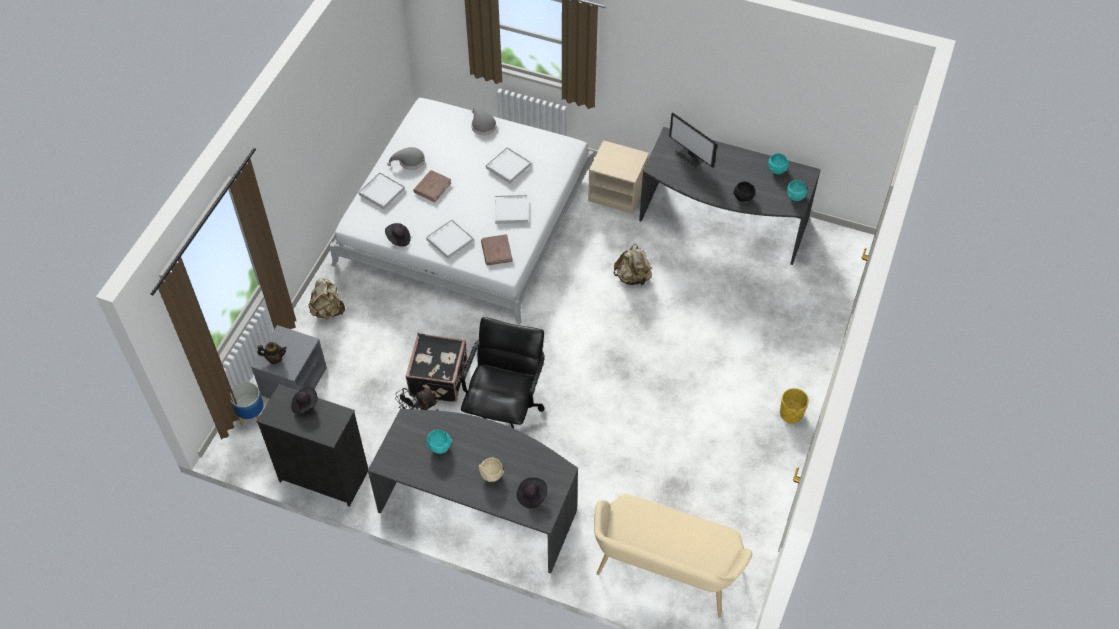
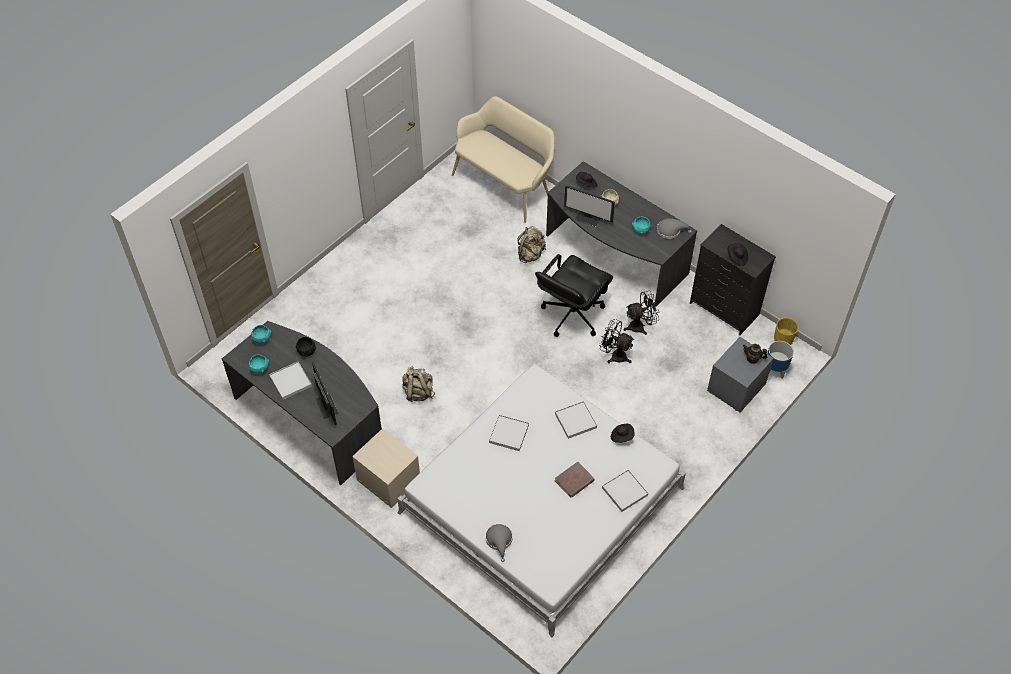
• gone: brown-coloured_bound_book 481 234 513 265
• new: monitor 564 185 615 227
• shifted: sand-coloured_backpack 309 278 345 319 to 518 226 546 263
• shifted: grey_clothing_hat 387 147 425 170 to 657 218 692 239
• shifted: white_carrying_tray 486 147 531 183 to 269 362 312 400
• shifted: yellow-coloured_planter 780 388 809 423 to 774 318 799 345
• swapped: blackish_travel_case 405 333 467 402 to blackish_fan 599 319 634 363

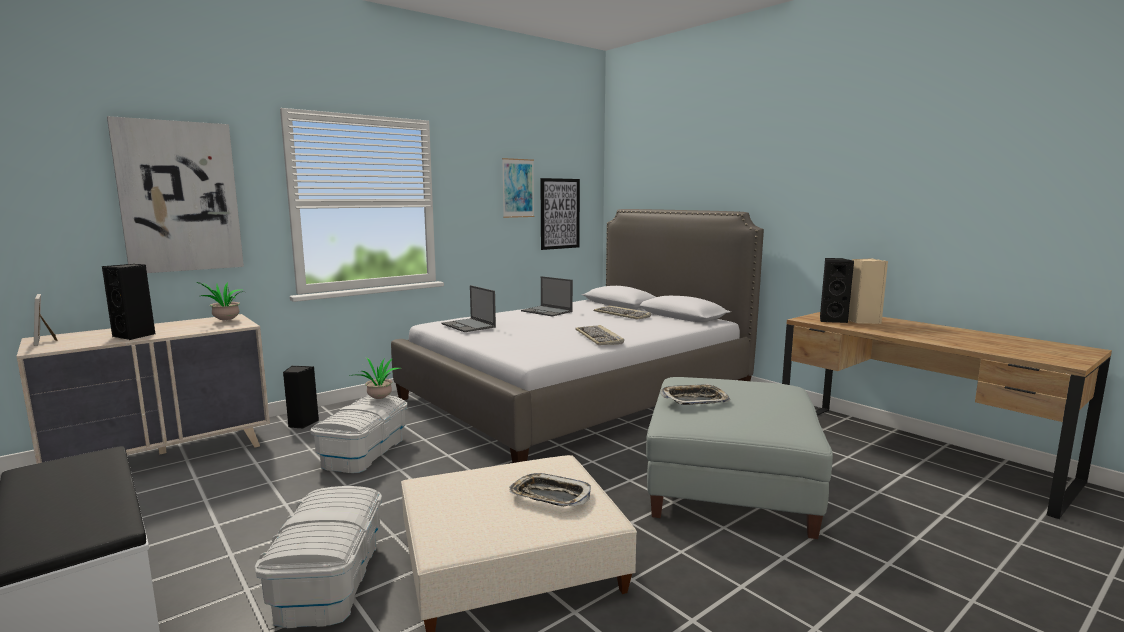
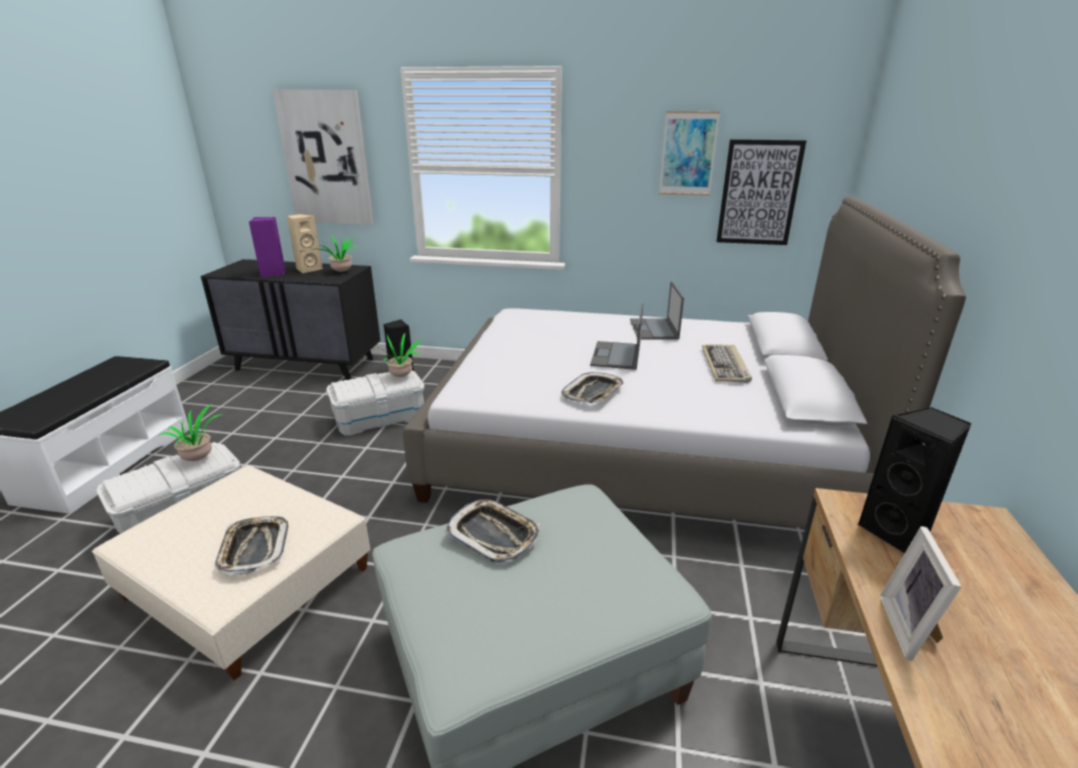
• new: plant_in_a_pot 160 403 220 461
• shifted: photo_frame 34 294 58 346 to 880 526 961 661
• shifted: laptop 442 285 496 332 to 590 304 643 370
• shifted: sand-coloured_loudspeaker 848 258 888 324 to 287 214 323 273
• swapped: computer_keyboard 575 325 624 345 to carrying_tray 561 372 624 403
• repainted: sand-coloured_drawer_chest 16 314 270 464 to blackish_drawer_chest 201 259 381 380
• repainted: blackish_loudspeaker 102 264 155 340 to purplish_loudspeaker 249 217 286 277

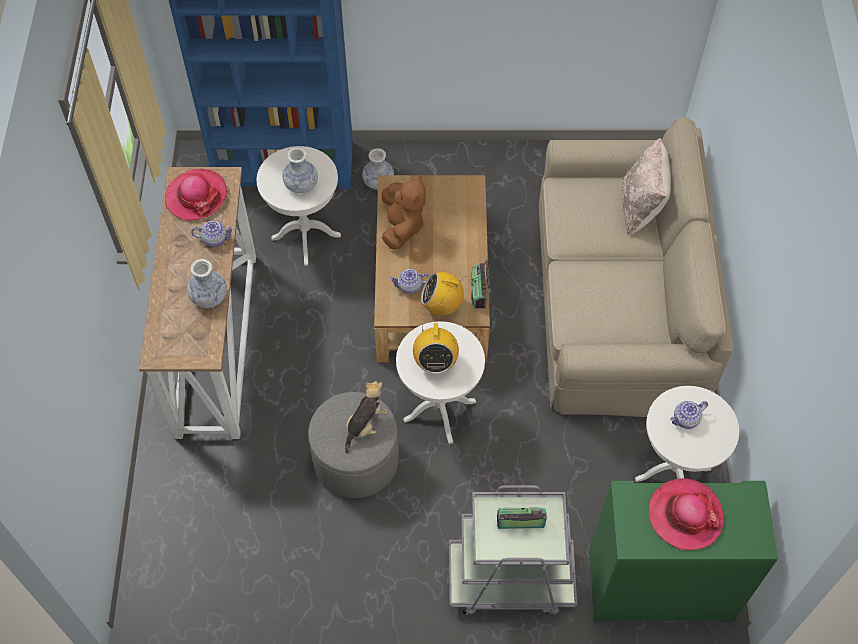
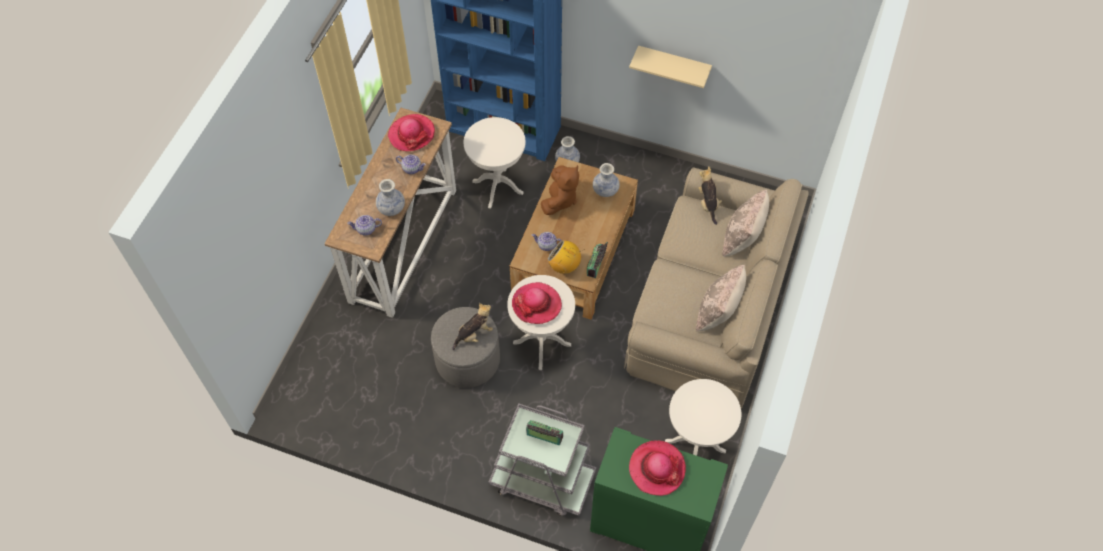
• new: sand-coloured_shelf 629 45 712 88
• new: sand-coloured_pillow 696 265 746 331
• new: soft_toy 699 166 722 225
• shifted: decorative_vase 282 148 318 193 to 593 163 620 197
• shifted: tea_pot 670 401 708 429 to 347 215 382 235
• swapped: radio_receiver 413 320 459 374 to clothing_hat 512 282 562 324

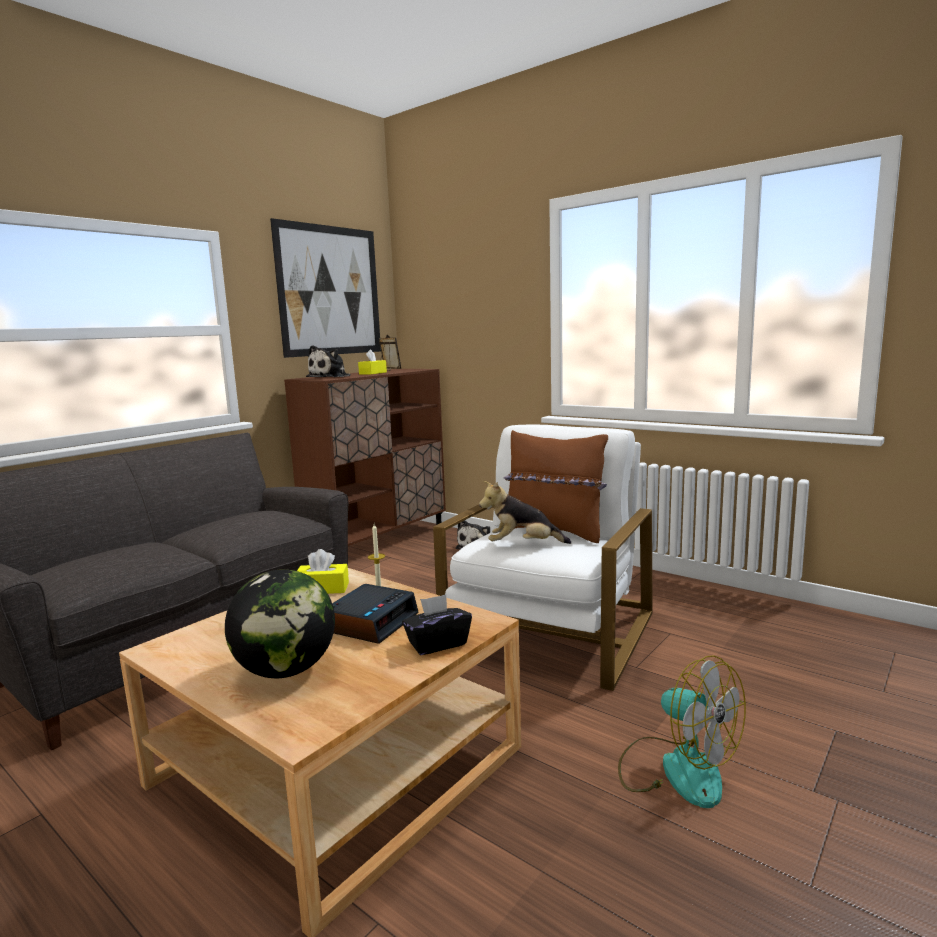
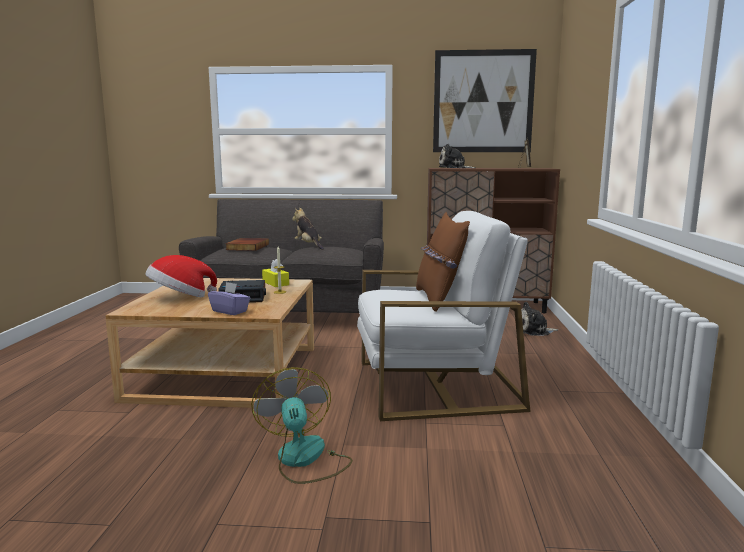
• gone: yellow-coloured_tissue_box 358 349 387 375
• new: bound_book 225 238 269 251
• shifted: soft_toy 479 481 571 544 to 292 208 324 250
• swapped: globe 225 569 335 678 to clothing_hat 145 255 217 297
• repainted: blackish_tissue_box 402 594 472 655 to purplish_tissue_box 208 282 250 315
• rotated: fan 618 655 746 808 = 251 367 353 484 150 degrees clockwise

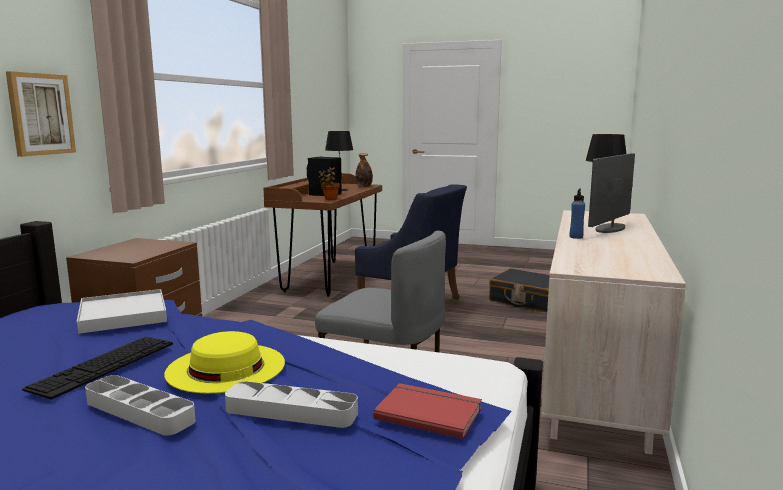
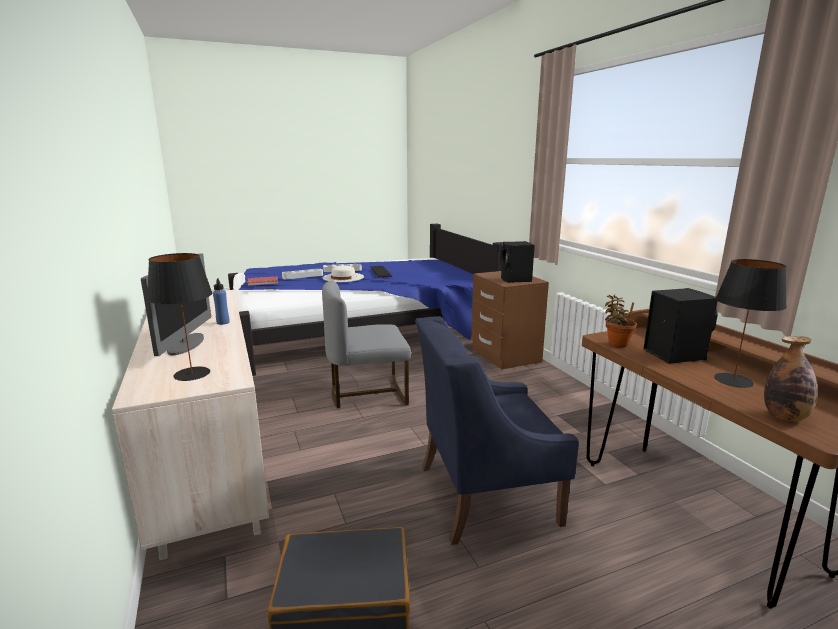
• gone: picture 6 71 76 157
• gone: white_carrying_tray 77 289 167 334
• new: blackish_loudspeaker 500 241 535 283
• repainted: yellow-coloured_clothing_hat 165 331 285 394 to white_clothing_hat 323 265 364 282

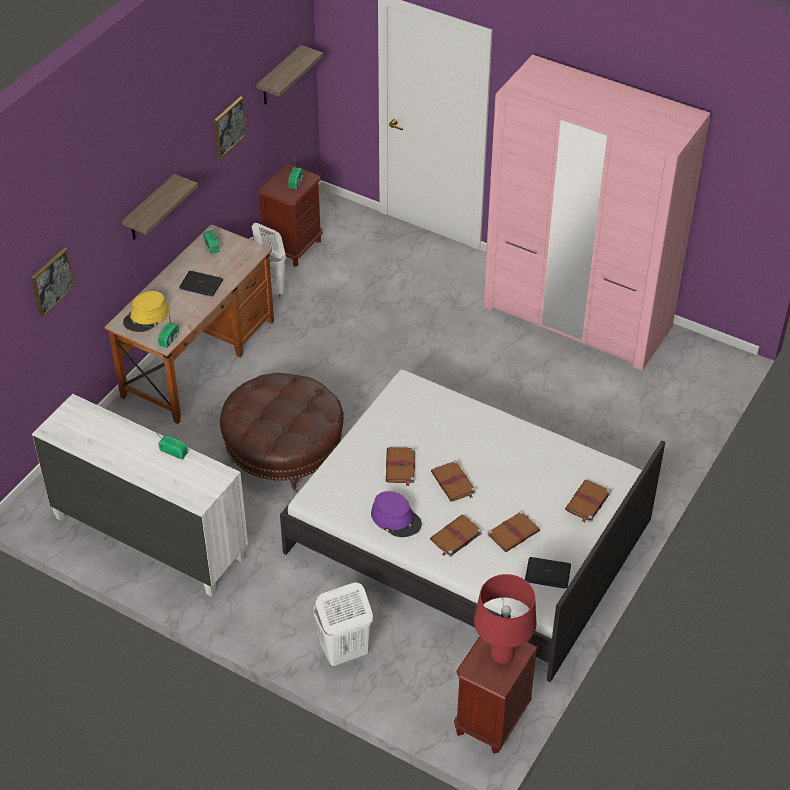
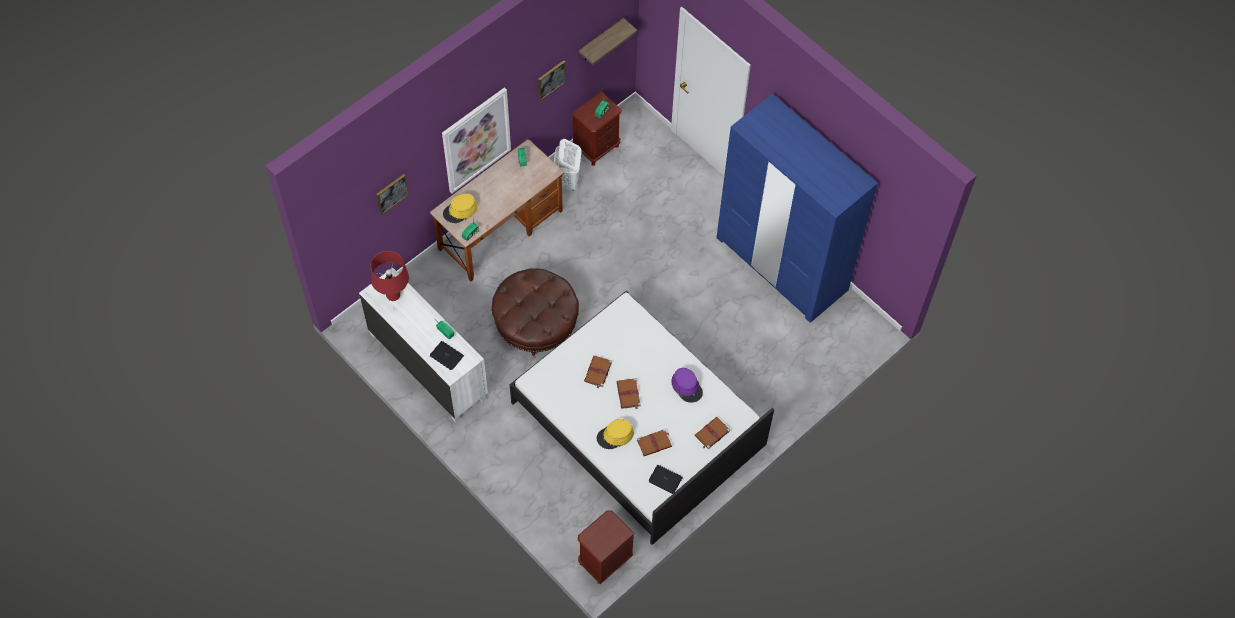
• gone: white_laundry_basket 313 582 373 666
• shifted: laptop 179 271 223 297 to 430 341 464 370
• shifted: purplish_clothing_hat 371 491 422 537 to 672 368 703 403
• shifted: red-coloured_table_lamp 474 574 536 664 to 370 251 409 301
• swapped: shelf 122 174 198 240 to picture 442 87 511 193
• swapped: brown-coloured_bound_book 430 514 482 557 to yellow-coloured_clothing_hat 597 419 634 449
• repainted: pink-coloured_clothes_cupboard 483 55 711 371 to bluish_clothes_cupboard 717 94 878 323

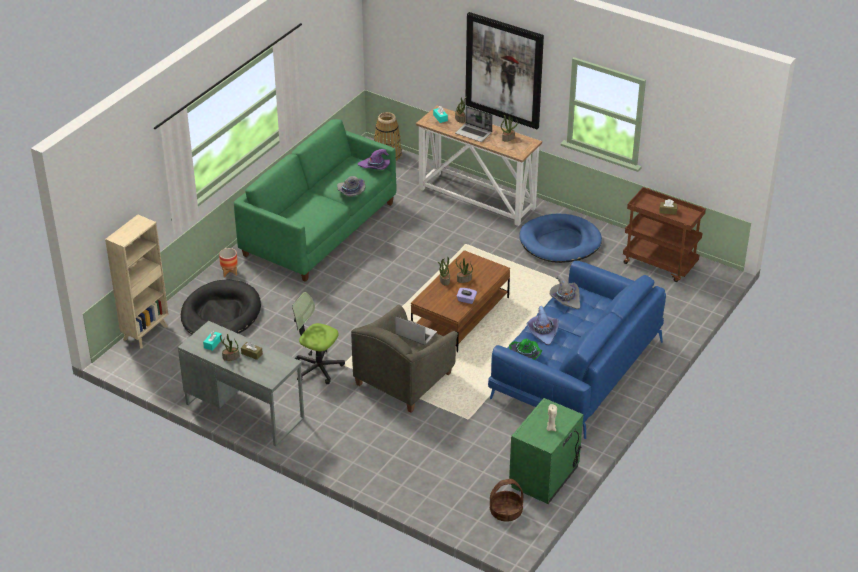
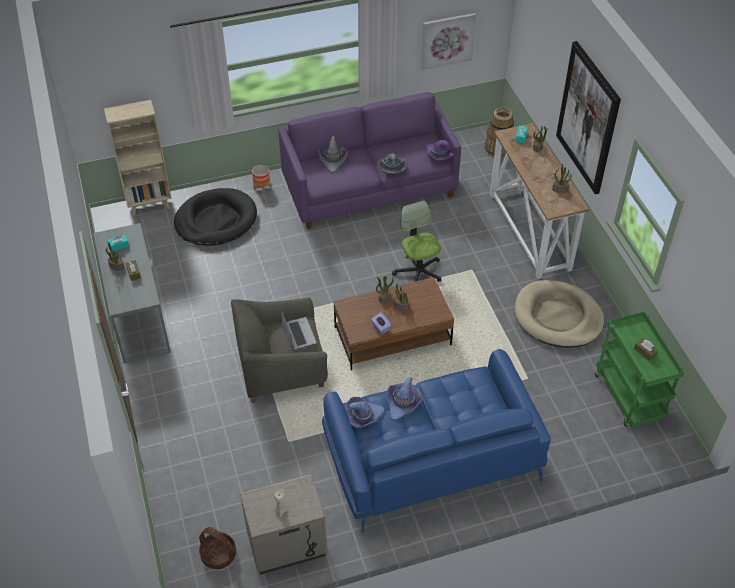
• gone: laptop 455 106 493 142
• new: picture 421 13 476 70
• shifted: office_chair 292 292 345 384 to 392 200 441 282
• shifted: grey_clothing_hat 549 275 580 309 to 318 136 348 173
• repainted: greenish_sofa 234 119 396 282 to purplish_sofa 279 92 461 229
• repainted: greenish_clothing_hat 509 339 542 360 to purplish_clothing_hat 345 397 384 428
• repainted: greenish_bedside_table 509 398 583 504 to sand-coloured_bedside_table 240 474 328 575
• repainted: bluish_pet_bed 519 214 602 263 to sand-coloured_pet_bed 514 280 605 348
• repainted: brown-coloured_wheeled_cart 623 187 706 282 to greenish_wheeled_cart 595 311 684 427

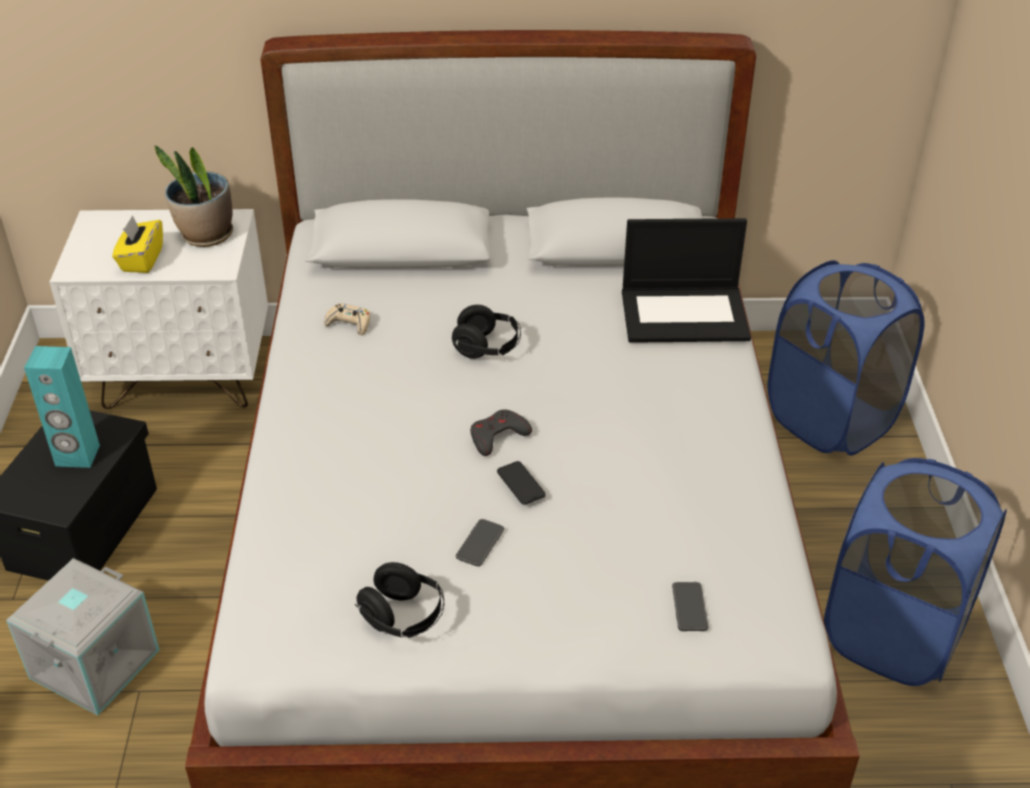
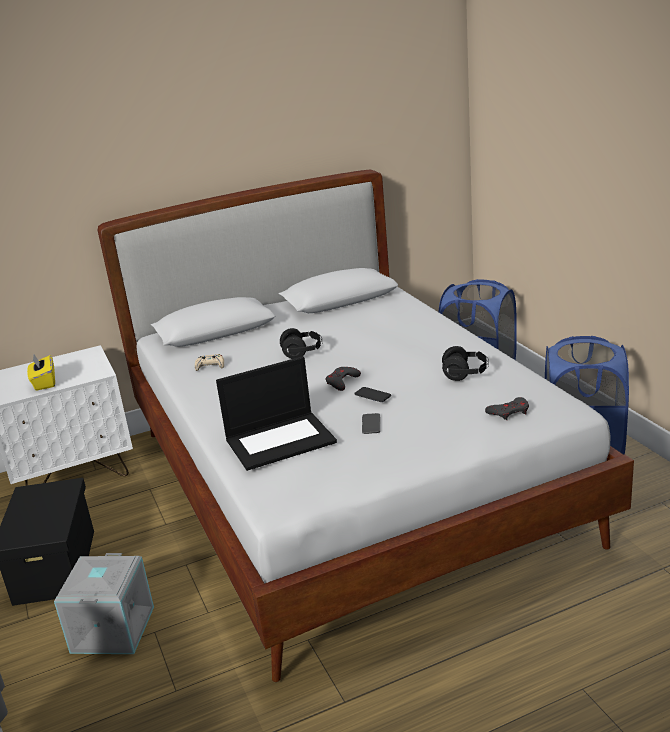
• gone: blue-green_loudspeaker 24 346 100 468
• gone: plant_in_a_pot 154 145 233 247
• shifted: blackish_headphones 355 562 444 638 to 442 346 489 381
• shifted: laptop 622 218 751 343 to 216 356 337 471
• swapped: handset 672 582 708 631 to grey_joypad 485 397 529 420

